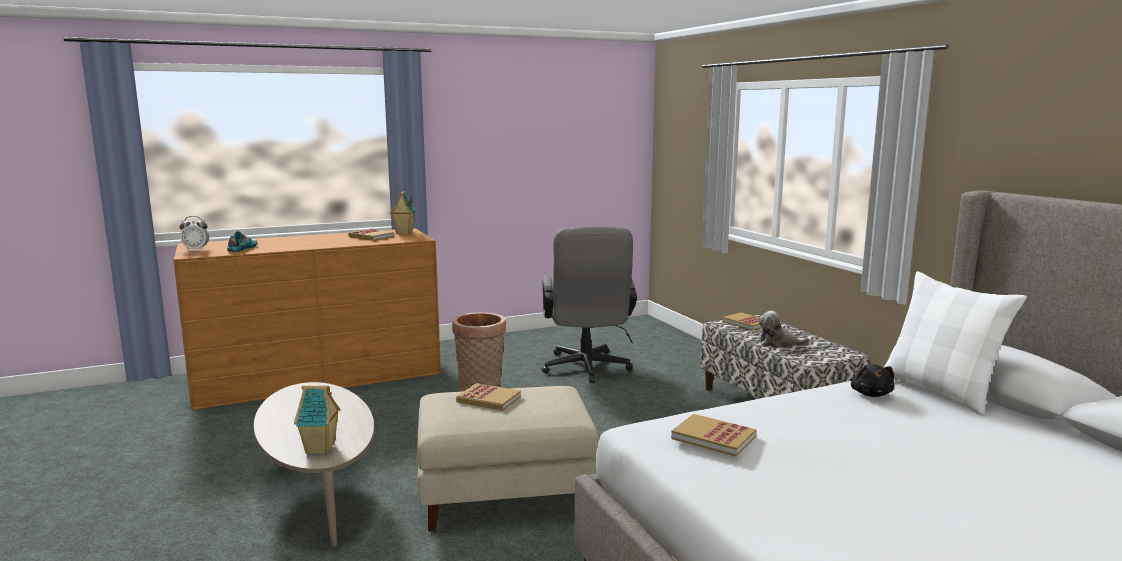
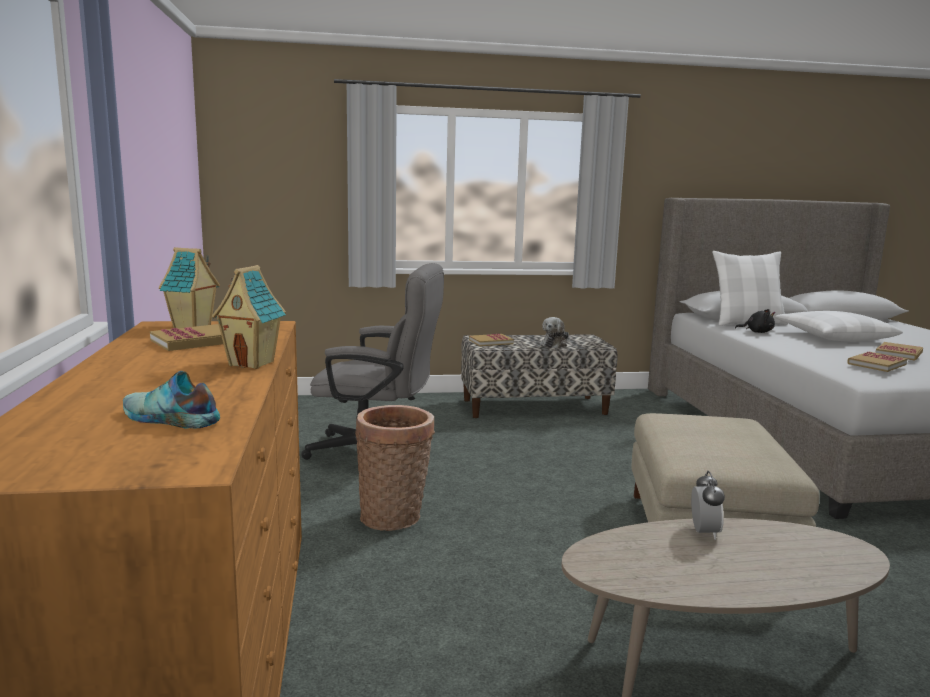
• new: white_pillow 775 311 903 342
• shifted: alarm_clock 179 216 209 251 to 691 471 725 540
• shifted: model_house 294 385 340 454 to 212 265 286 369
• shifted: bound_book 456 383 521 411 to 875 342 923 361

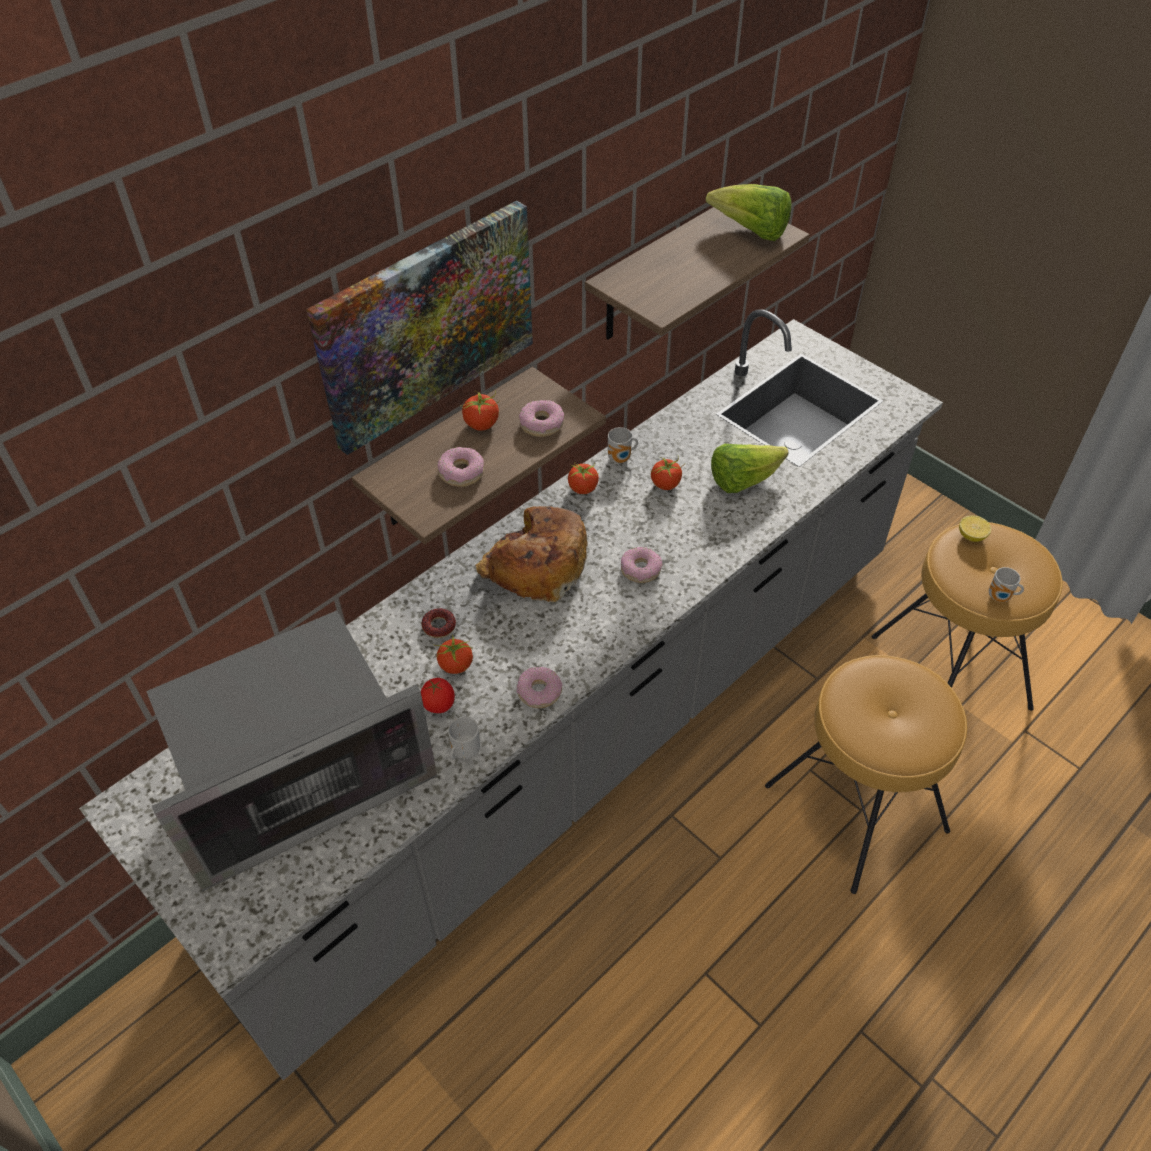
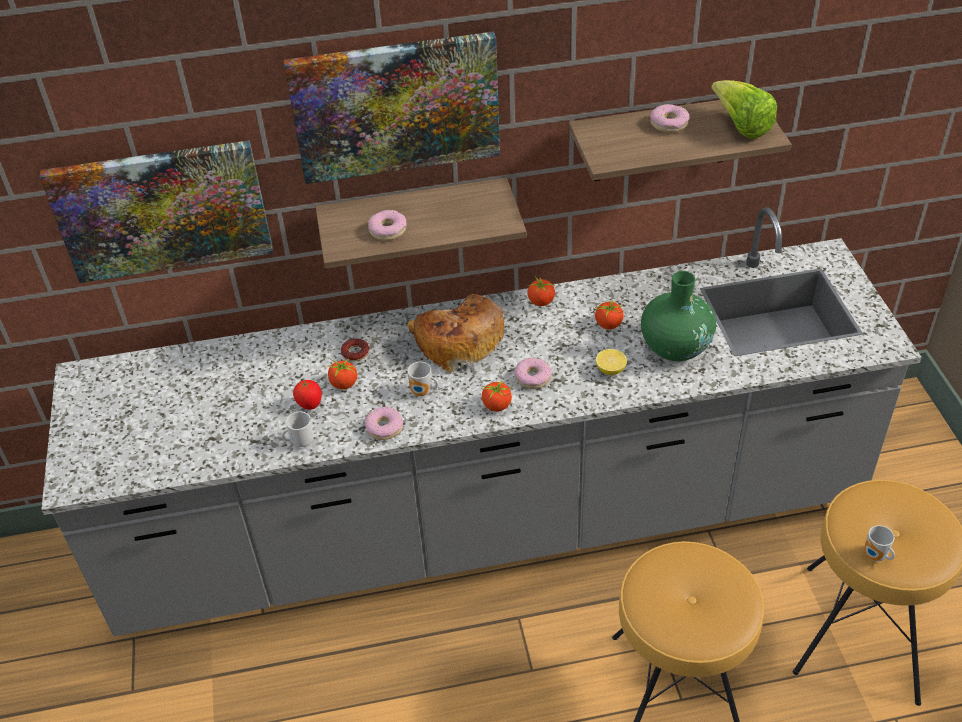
• gone: microwave 146 610 437 892
• new: picture 40 140 273 283
• shifted: whole_tomato 460 391 500 431 to 481 378 513 412
• shifted: ring_doughnut 519 400 564 437 to 650 104 690 133
• shifted: coffee_mug 608 427 638 463 to 407 362 438 396
• shifted: whole_lemon 959 516 991 542 to 596 349 627 375
• swapped: lettuce 711 444 789 493 to greenish_decorative_vase 641 271 716 361

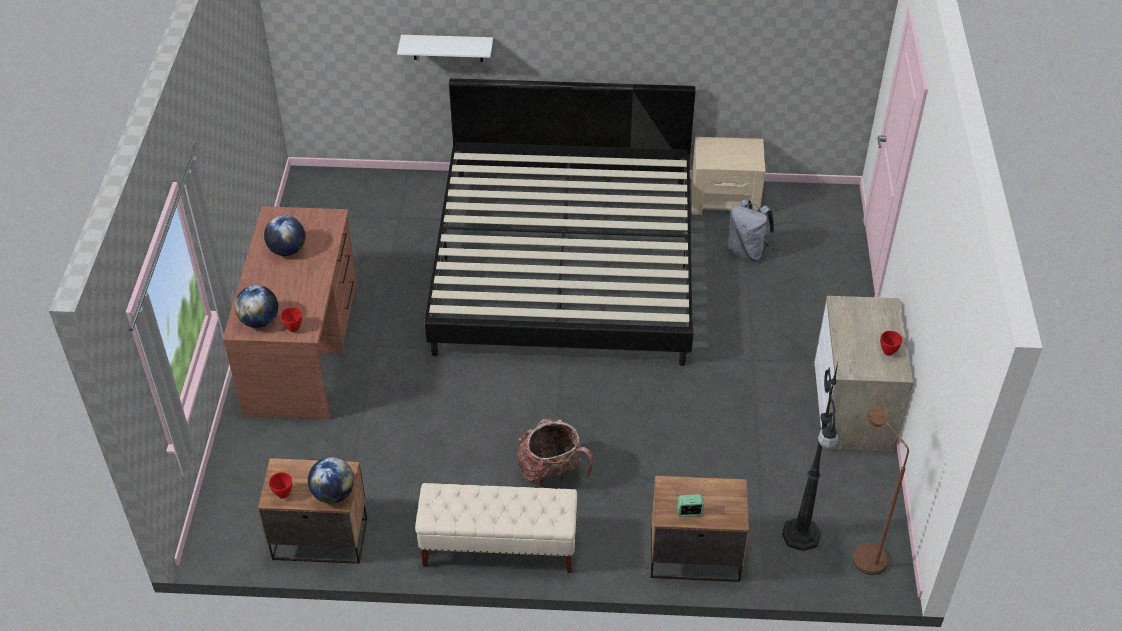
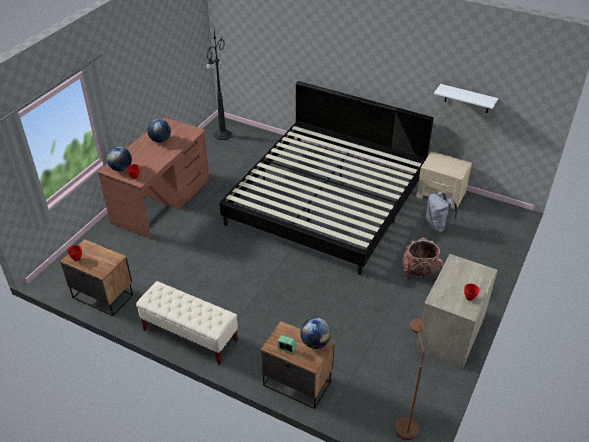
• shifted: globe 308 457 354 504 to 300 318 331 349
• shifted: white_shelf 397 35 493 62 to 434 84 498 113
• shifted: backpack 517 419 594 488 to 402 238 444 279
• shifted: blackish_standard_lamp 782 363 838 551 to 206 30 232 140

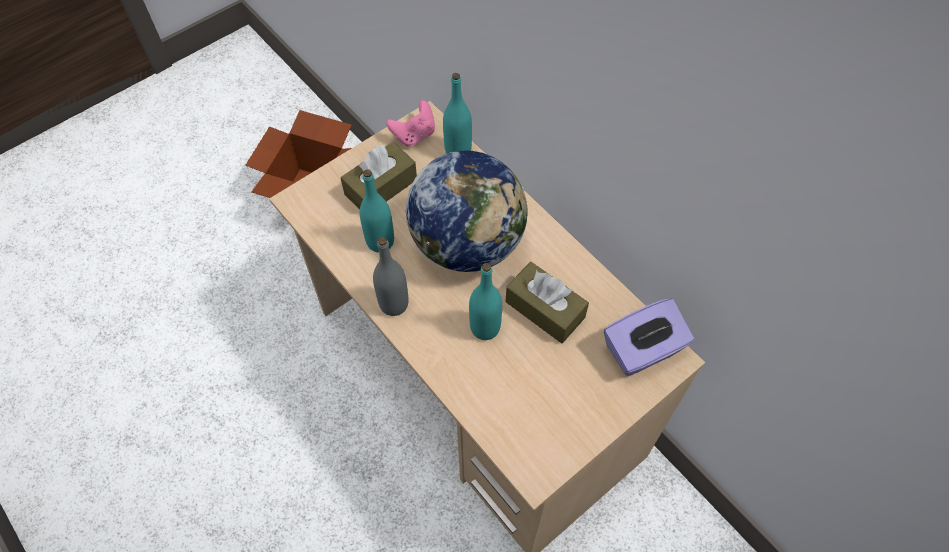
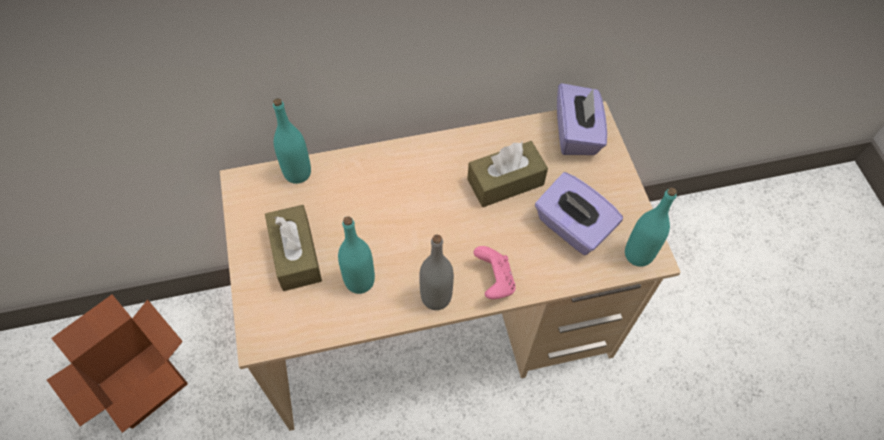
• gone: globe 406 151 528 272
• new: purplish_tissue_box 535 172 623 255
• shifted: pink-coloured_joypad 386 100 435 146 to 474 246 516 299
• shifted: blue-green_drink_bottle 469 263 502 340 to 625 187 677 267

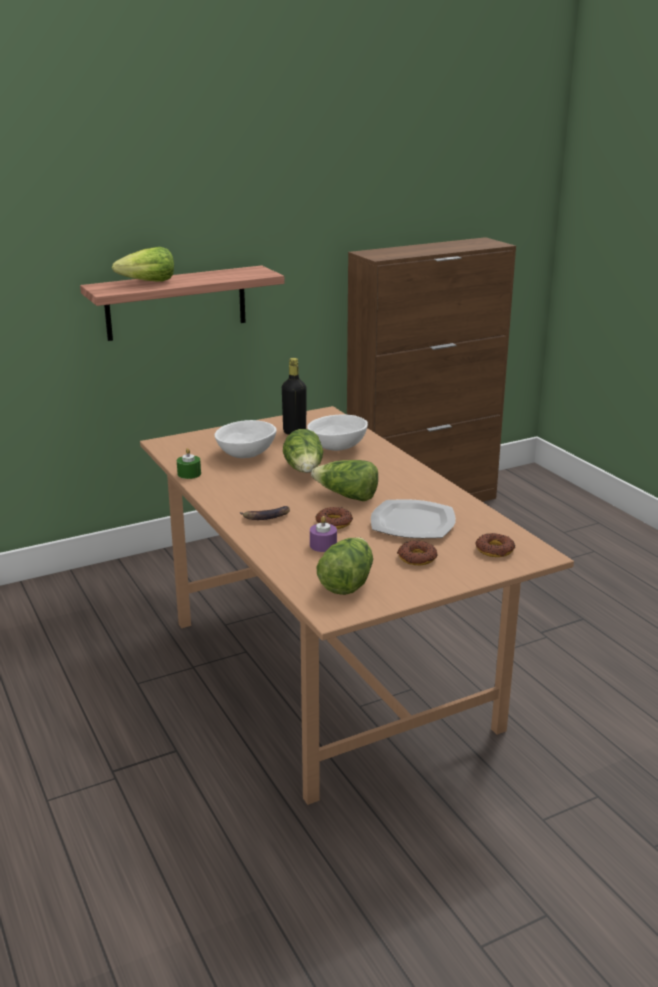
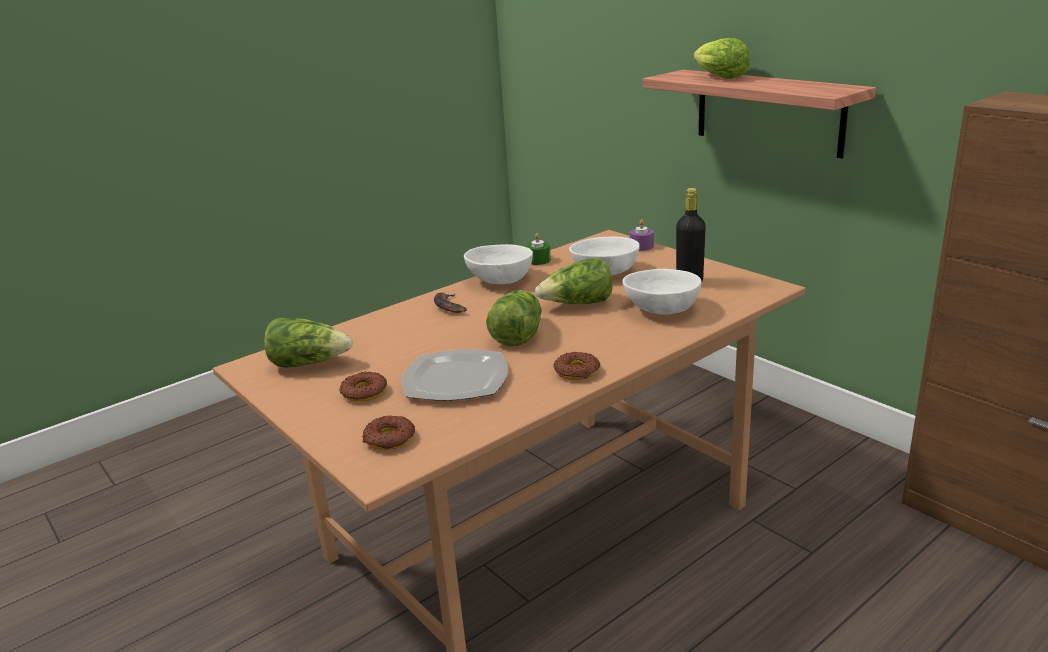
• new: white_serving_bowl 464 244 533 284
• shifted: purplish_candle 310 516 337 552 to 630 219 654 251
• shifted: ring_doughnut 315 507 353 529 to 553 352 600 380

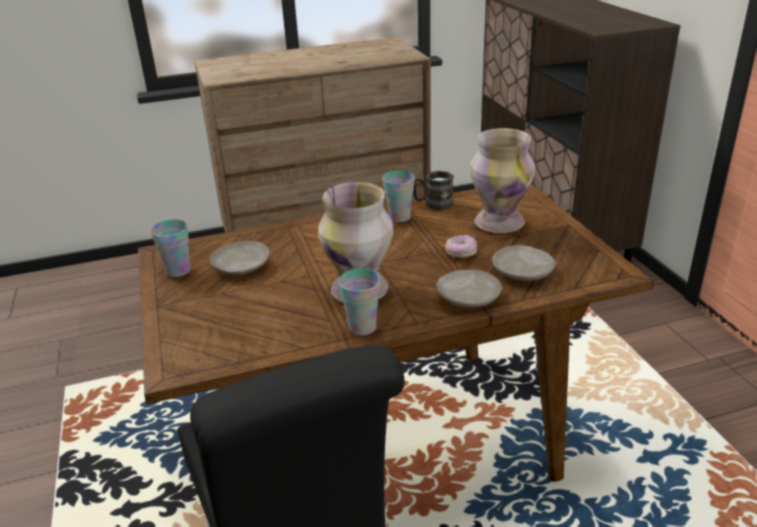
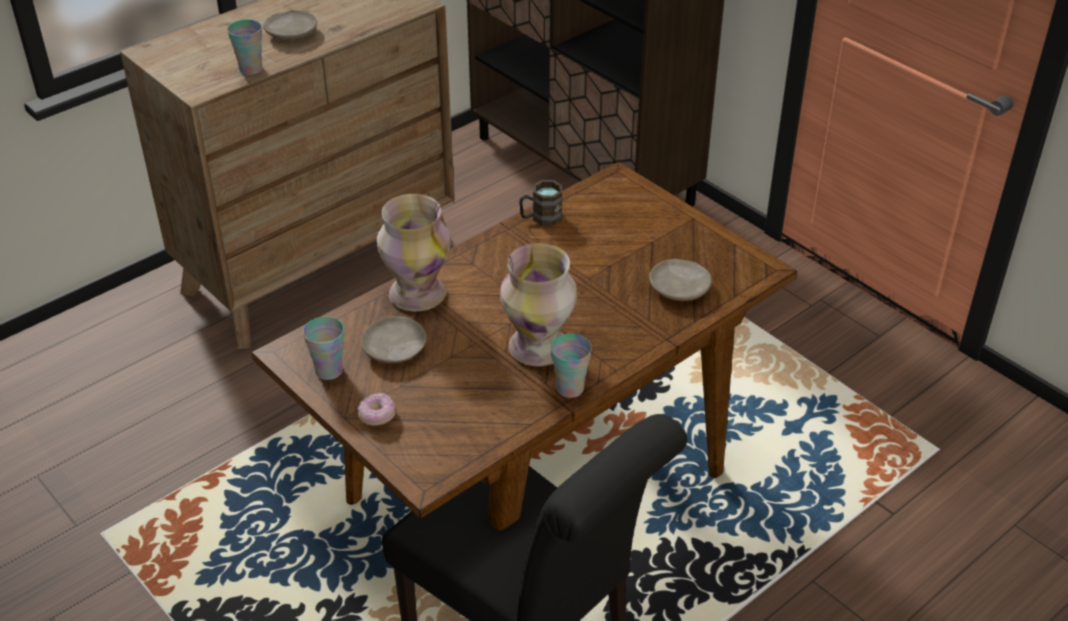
• shifted: drinking_cup 383 171 415 222 to 227 19 263 75
• shifted: sand-coloured_plate 437 270 502 308 to 263 10 317 40
• shifted: ring_doughnut 445 235 477 258 to 358 393 395 426
• shifted: decorative_vase 470 128 535 233 to 377 194 451 311

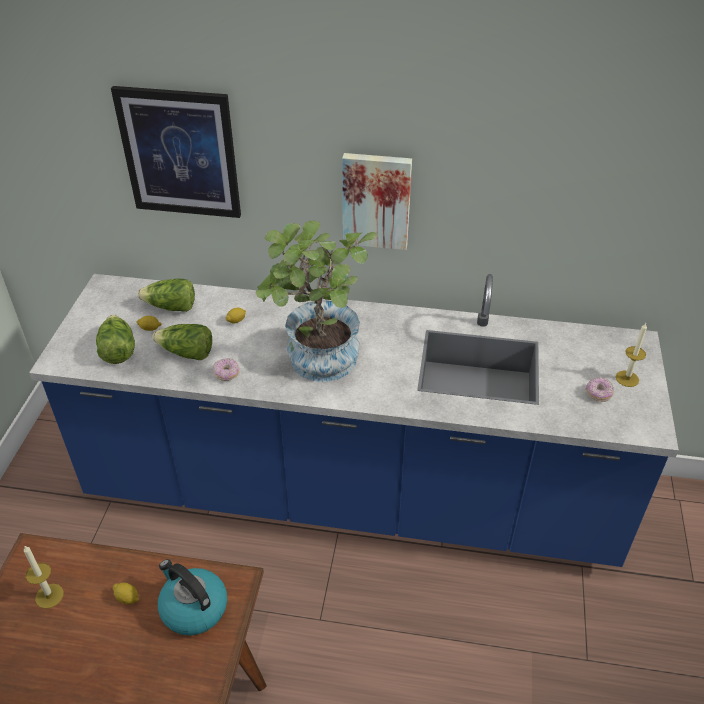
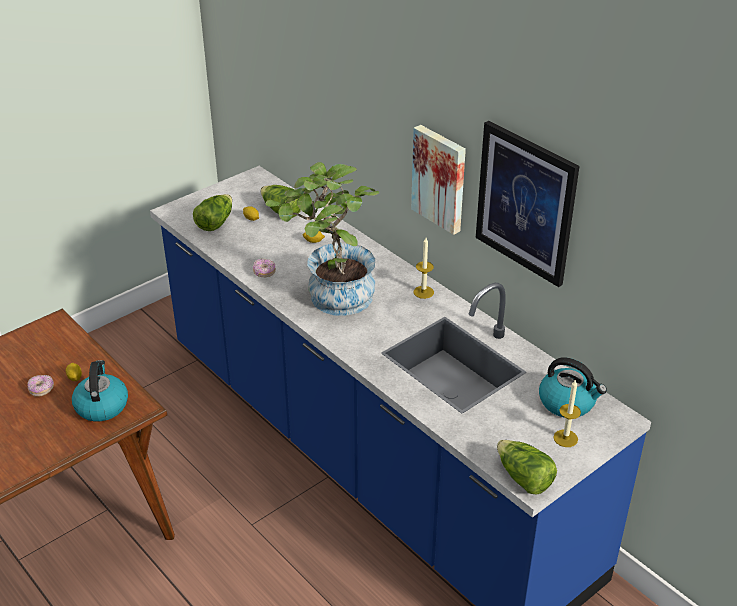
• new: kettle 539 357 607 418
• shifted: candle 24 545 64 609 to 413 238 434 299
• shifted: picture 111 86 241 218 to 476 121 580 287
• shifted: lettuce 152 324 212 360 to 497 440 557 494
• shifted: ring_doughnut 585 377 614 402 to 27 375 54 397

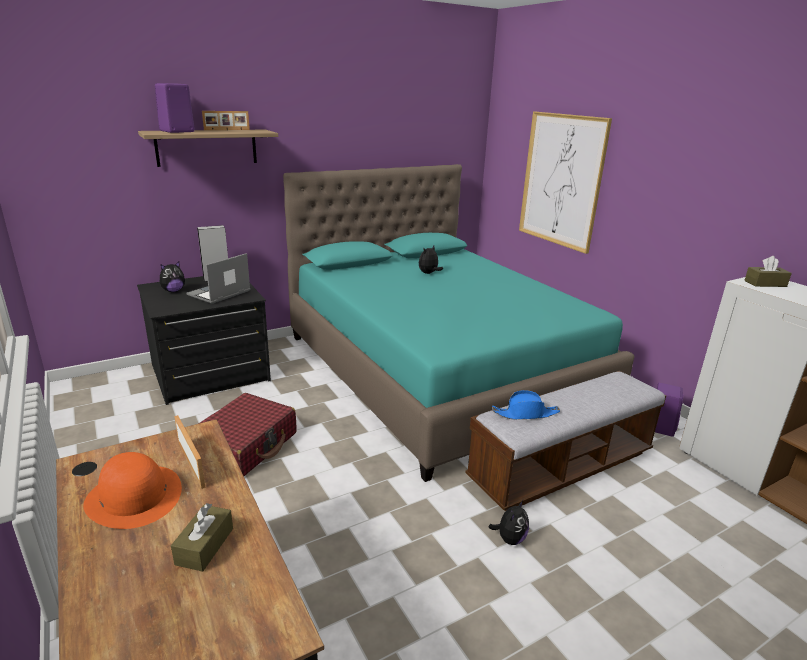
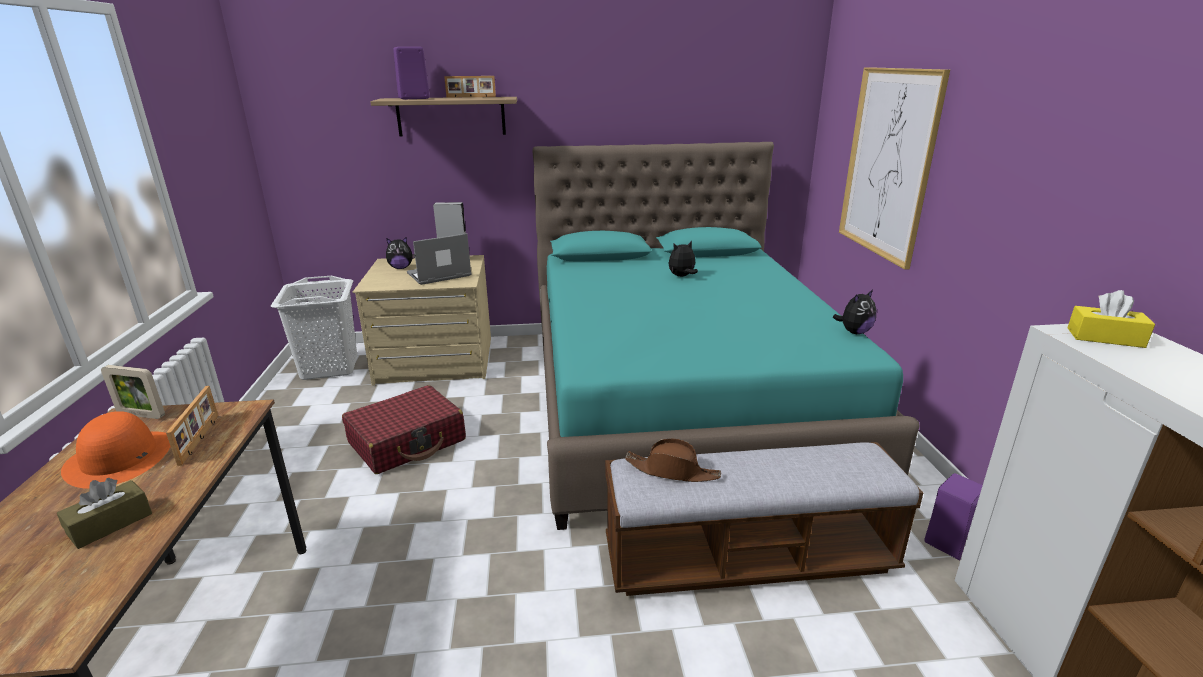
• new: photo_frame 101 365 165 419
• new: white_laundry_basket 271 276 357 380
• shifted: soft_toy 489 500 529 545 to 833 290 876 334
• repainted: blackish_drawer_chest 137 276 271 405 to sand-coloured_drawer_chest 353 255 491 385
• repainted: bluish_clothing_hat 492 390 560 419 to brown-coloured_clothing_hat 625 439 721 482
• repainted: brown-coloured_tissue_box 744 256 792 287 to yellow-coloured_tissue_box 1067 290 1155 348

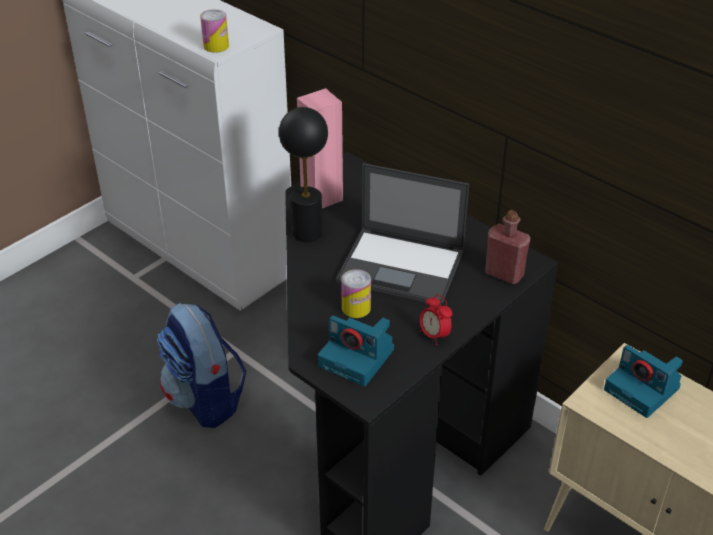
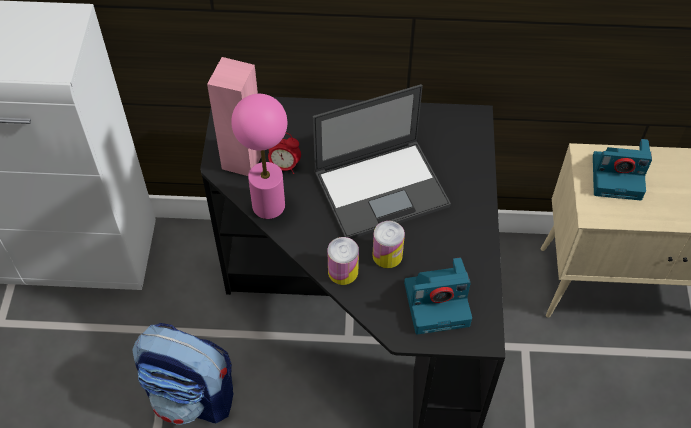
• gone: red-coloured_drink_bottle 485 210 530 284
• shifted: sealed_can 200 9 229 53 to 328 237 359 285
• shifted: alarm_clock 420 294 452 345 to 268 133 301 174
• repainted: blackish_table_lamp 279 107 328 242 to pink-coloured_table_lamp 231 94 287 219

